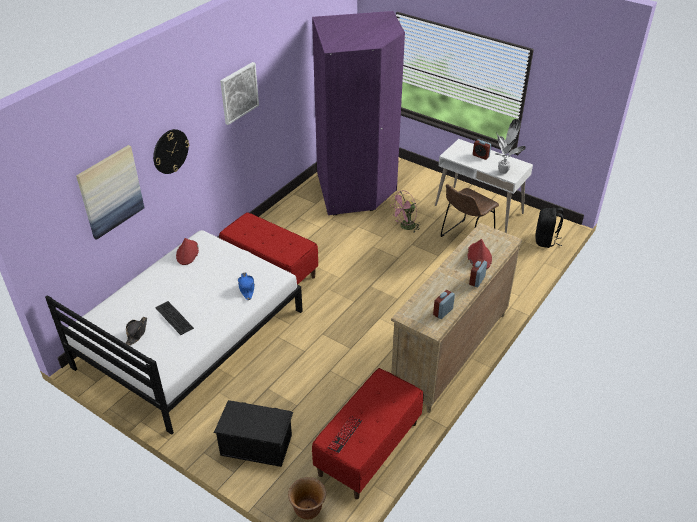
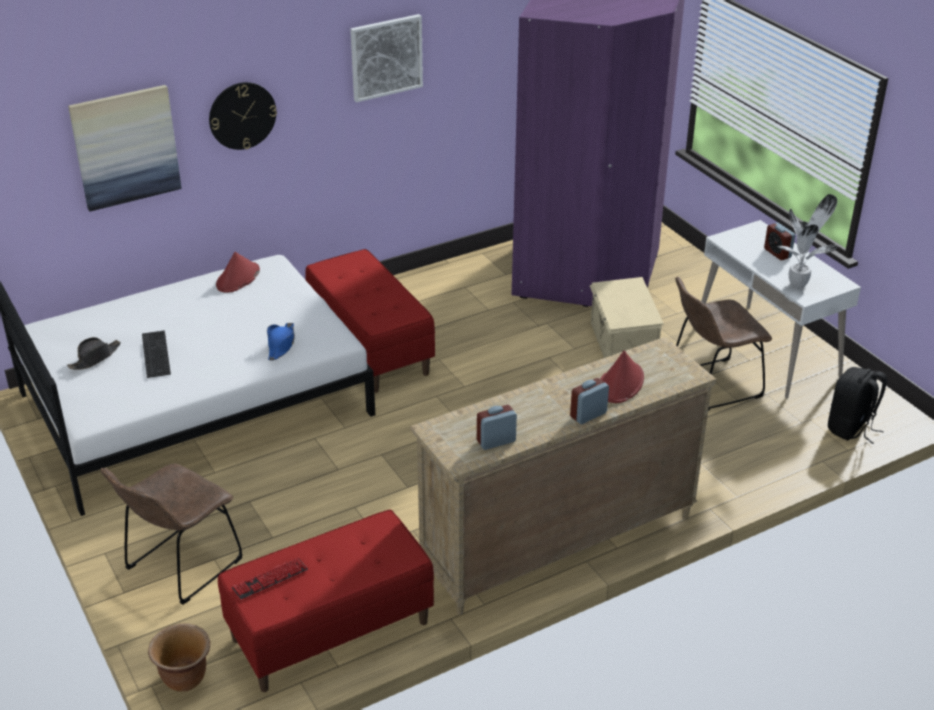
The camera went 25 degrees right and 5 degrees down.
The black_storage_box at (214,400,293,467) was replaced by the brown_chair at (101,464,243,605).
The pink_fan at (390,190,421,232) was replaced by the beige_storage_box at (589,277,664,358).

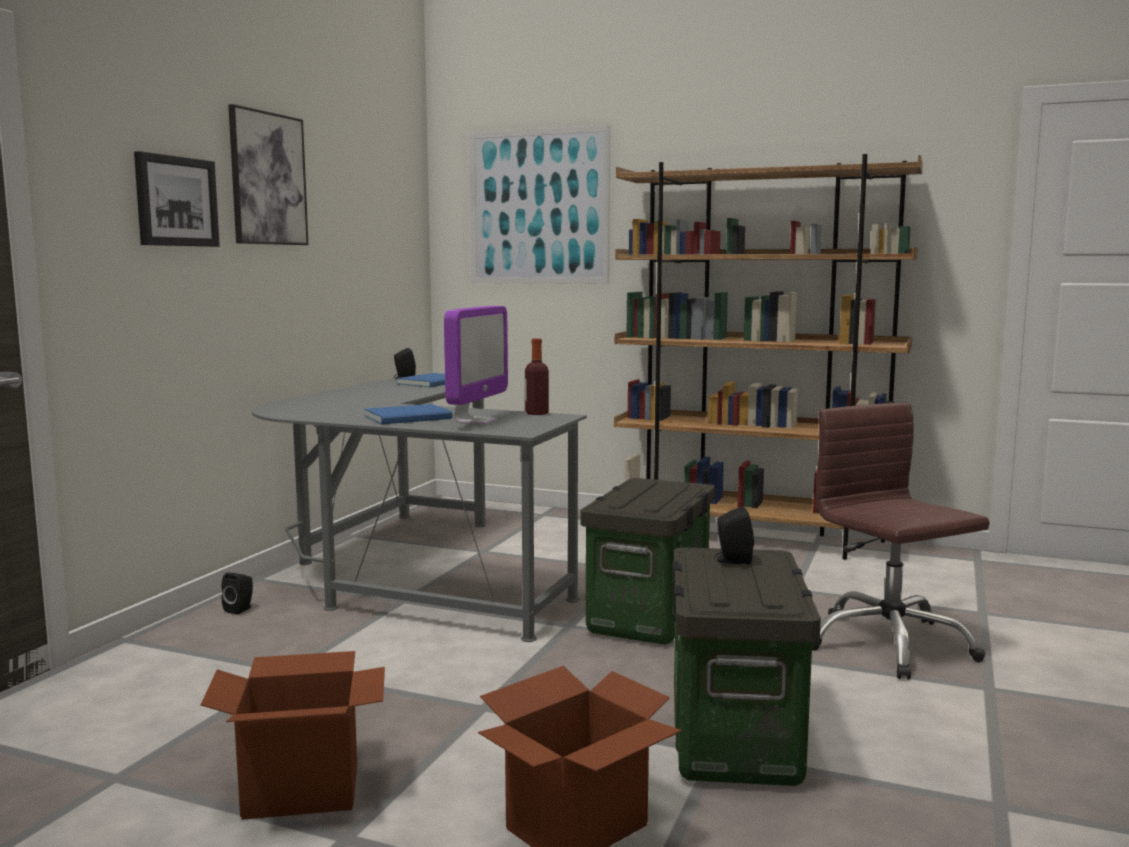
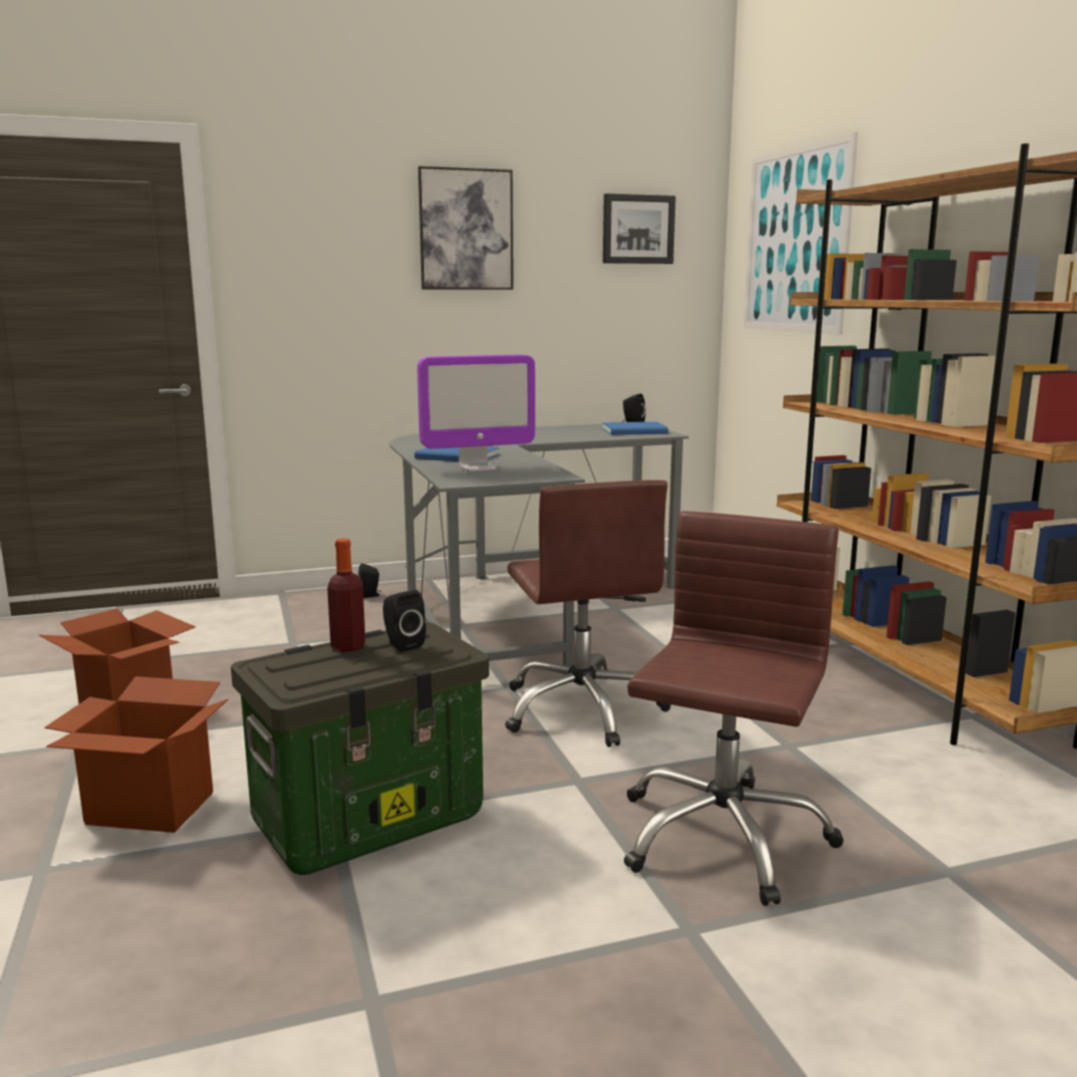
The camera went 50 degrees right and 5 degrees up.
The picture moved from (134,151,220,247) to (603,194,676,264).
The bottle moved from (525,338,549,415) to (327,538,365,652).
The storage_box at (580,478,715,645) was replaced by the brown_office_chair at (505,480,671,747).

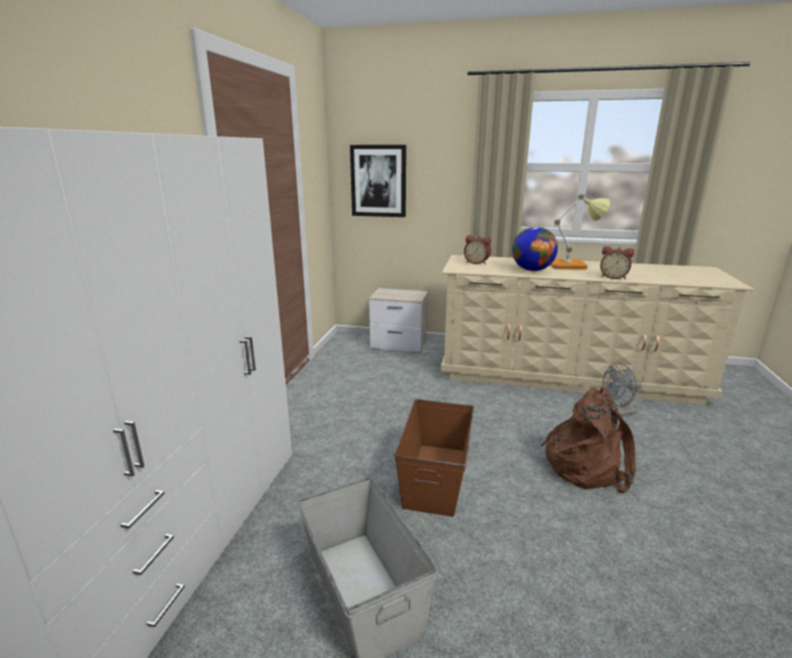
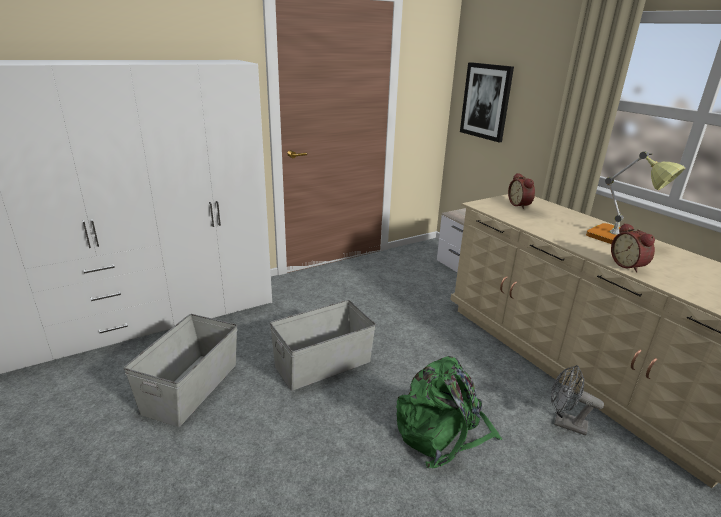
The camera went 45 degrees right and 5 degrees up.
The brown_storage_box at (394,399,474,517) became the grey_storage_box at (270,300,376,391).
The globe at (512,227,558,271) disappeared.
The brown_backpack at (540,387,636,493) became the green_backpack at (396,356,502,468).

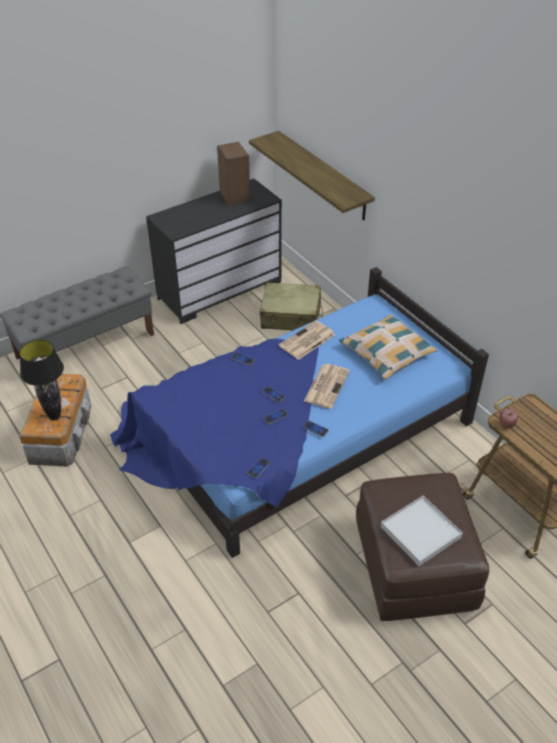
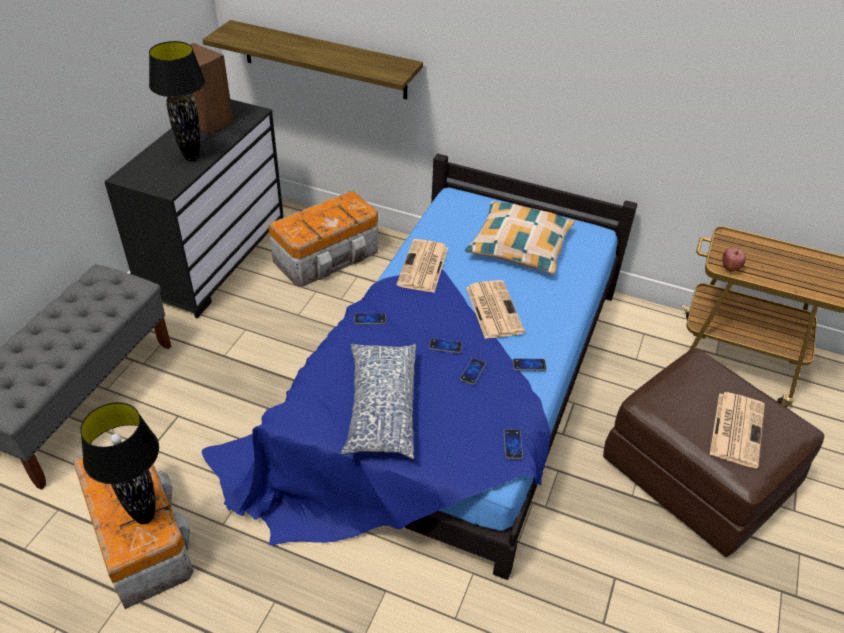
The camera went 35 degrees left and 0 degrees up.
The beige_suitcase at (260,283,323,330) was replaced by the storage_box at (268,190,378,287).
The white_tray at (381,495,462,566) was replaced by the newspaper at (710,392,765,468).
The black_table_lamp at (149,41,205,161) appeared.
The pillow at (341,344,416,459) appeared.

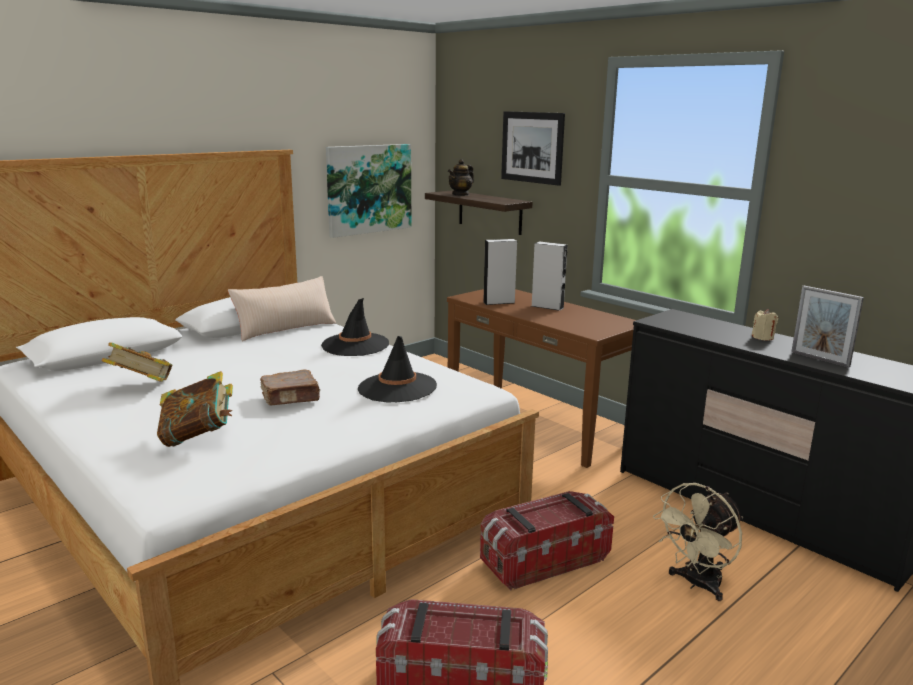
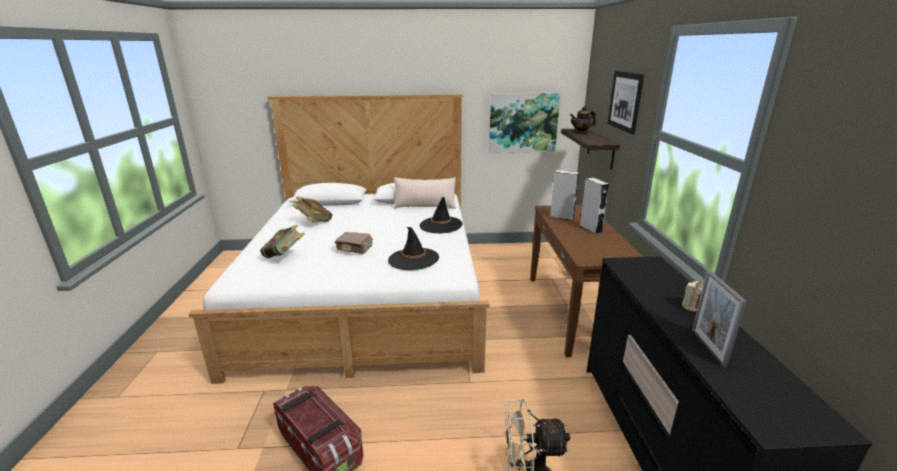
The camera went 40 degrees right and 5 degrees up.
The storage_box at (480,491,614,590) disappeared.

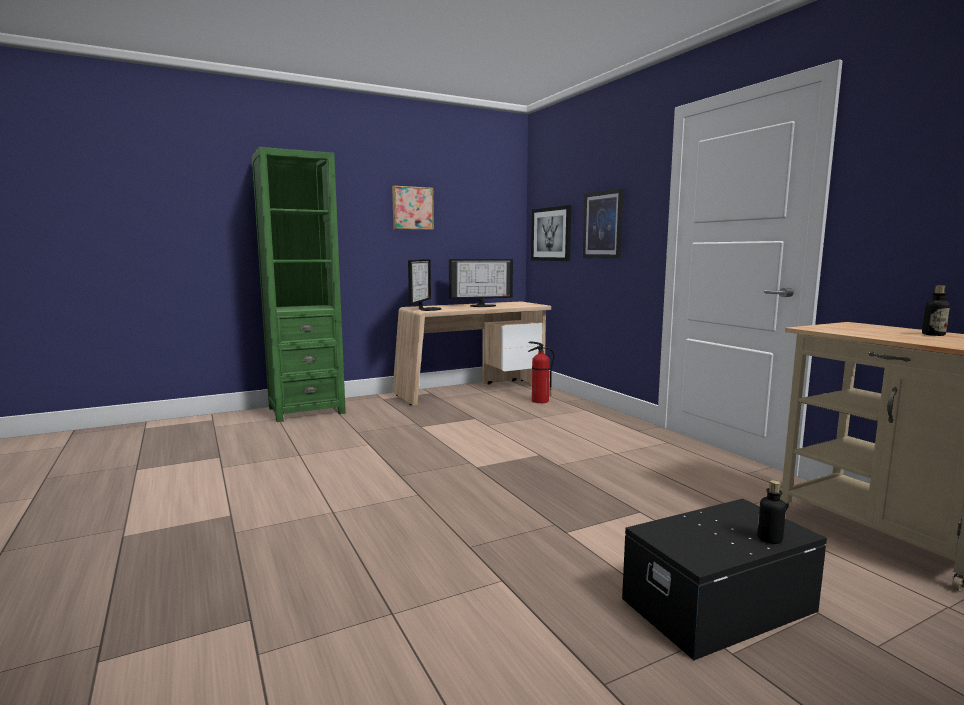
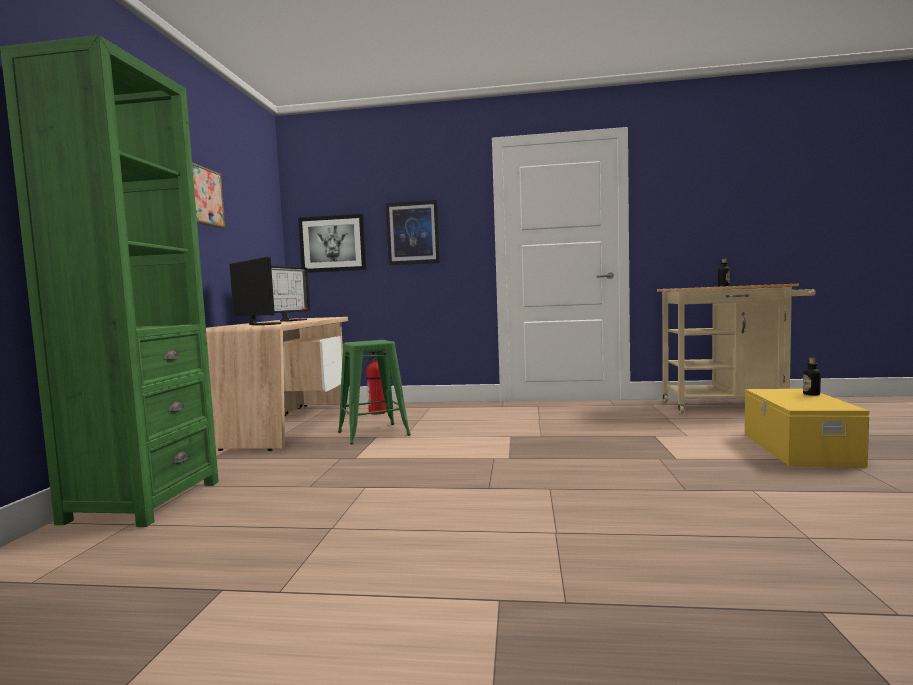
The camera went 55 degrees left and 5 degrees down.
The black_storage_box at (622,499,827,660) became the yellow_storage_box at (745,389,869,468).
The green_stool at (338,340,411,445) appeared.

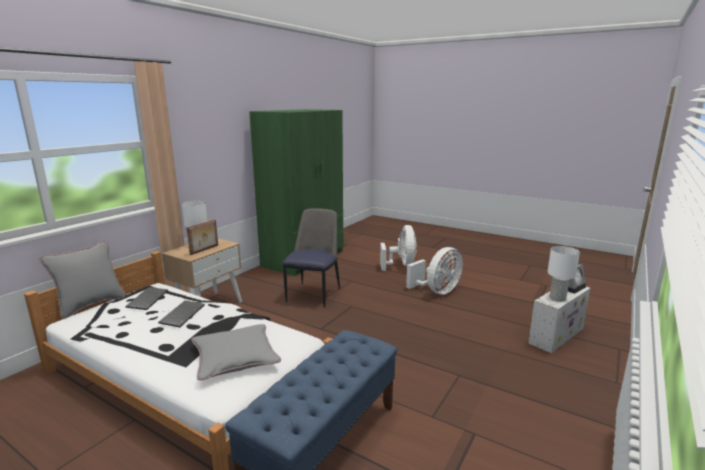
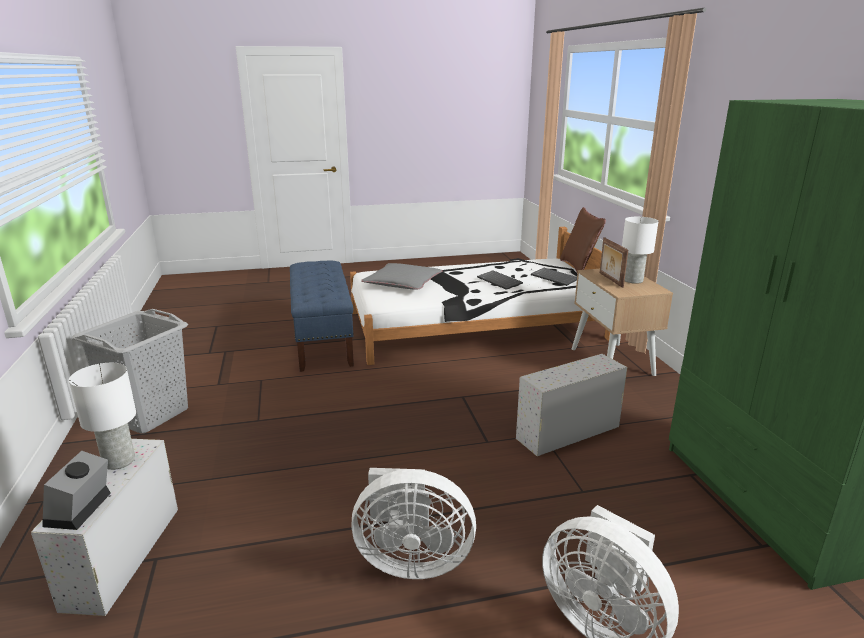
The camera went 135 degrees right and 5 degrees up.
The grey_pillow at (40,241,126,319) became the brown_pillow at (560,207,606,274).
The chair at (283,208,340,308) was replaced by the white_storage_box at (516,354,627,457).
The white_fan at (406,247,463,295) turned 90 degrees counterclockwise.
The grey_laundry_basket at (72,309,188,433) appeared.

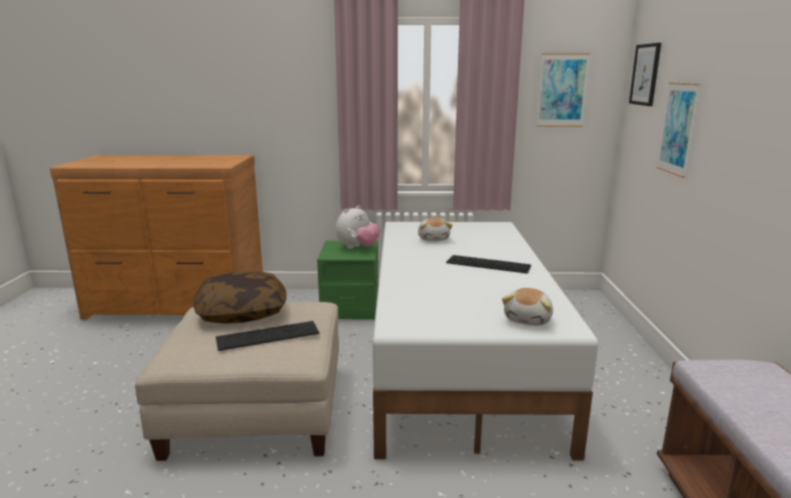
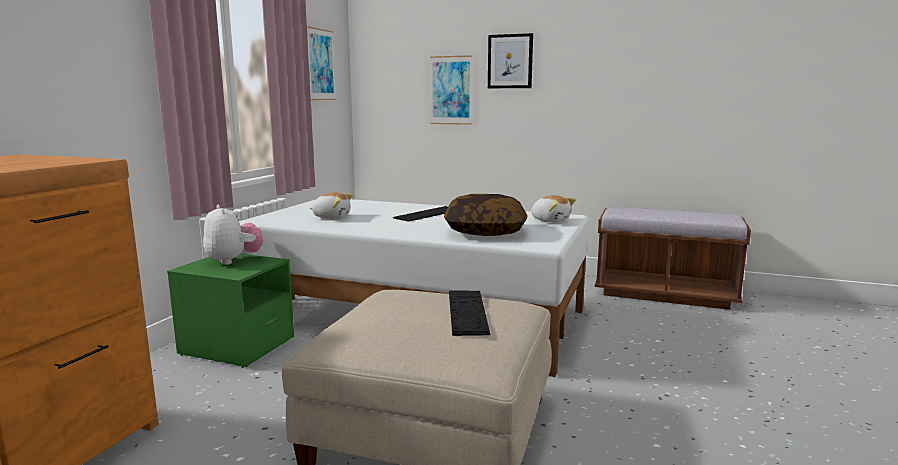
The camera went 70 degrees left and 5 degrees down.
The pillow moved from (193,271,287,324) to (444,194,527,236).
The picture moved from (629,43,661,106) to (488,33,533,88).

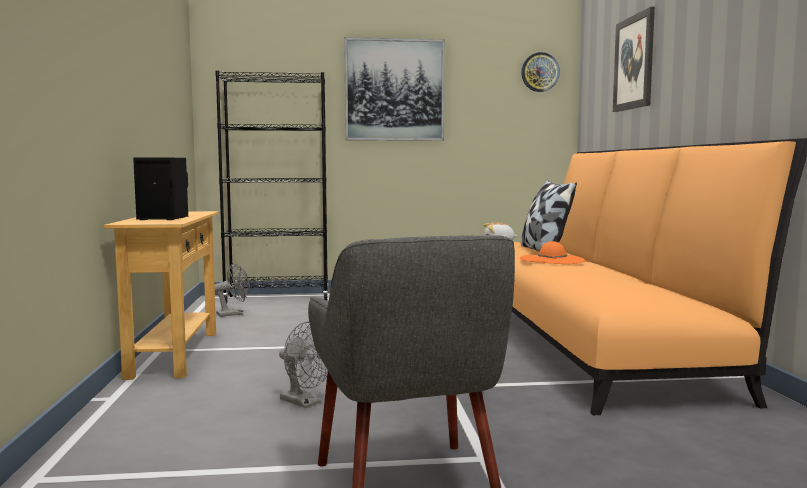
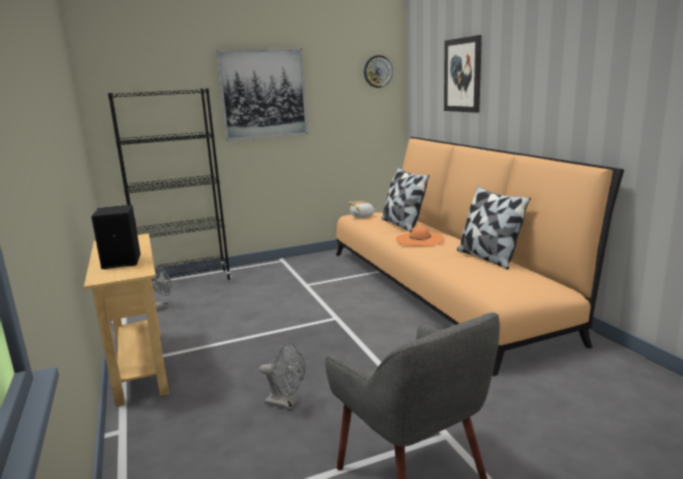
The camera went 15 degrees left and 10 degrees up.
The pillow at (457,186,531,270) appeared.

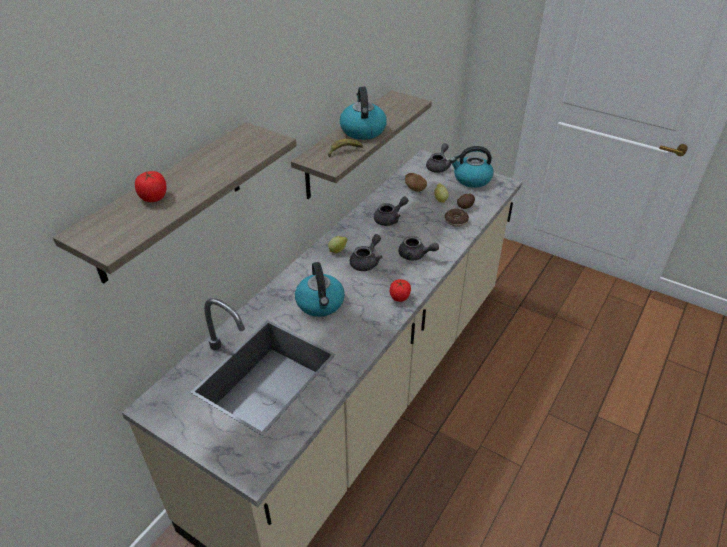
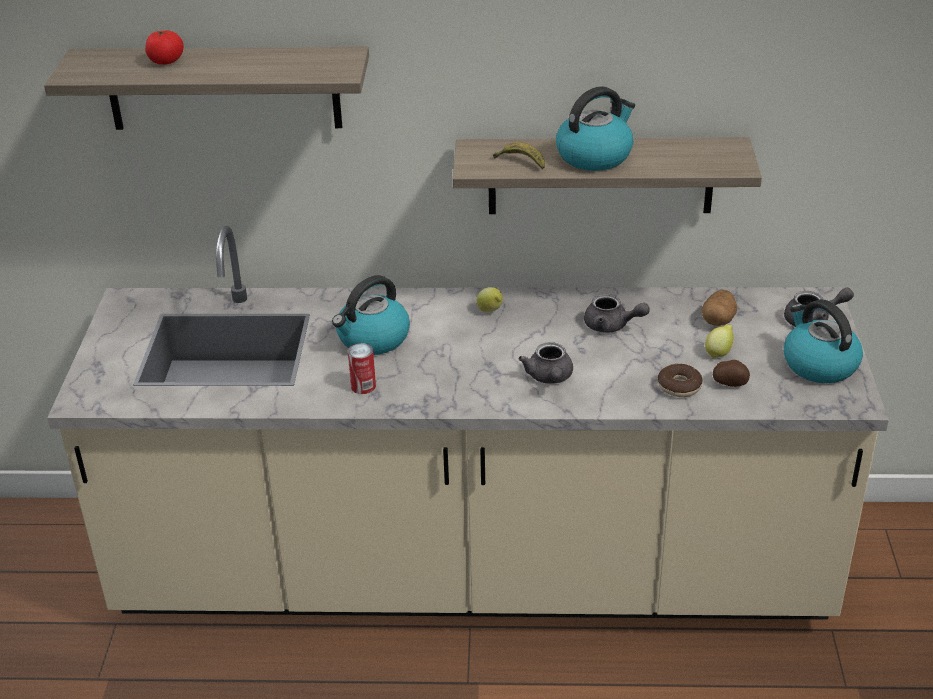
The camera went 60 degrees right and 5 degrees down.
The grey_teapot at (350,234,382,271) disappeared.
The tomato at (390,279,411,302) disappeared.
The can at (348,343,376,394) appeared.

